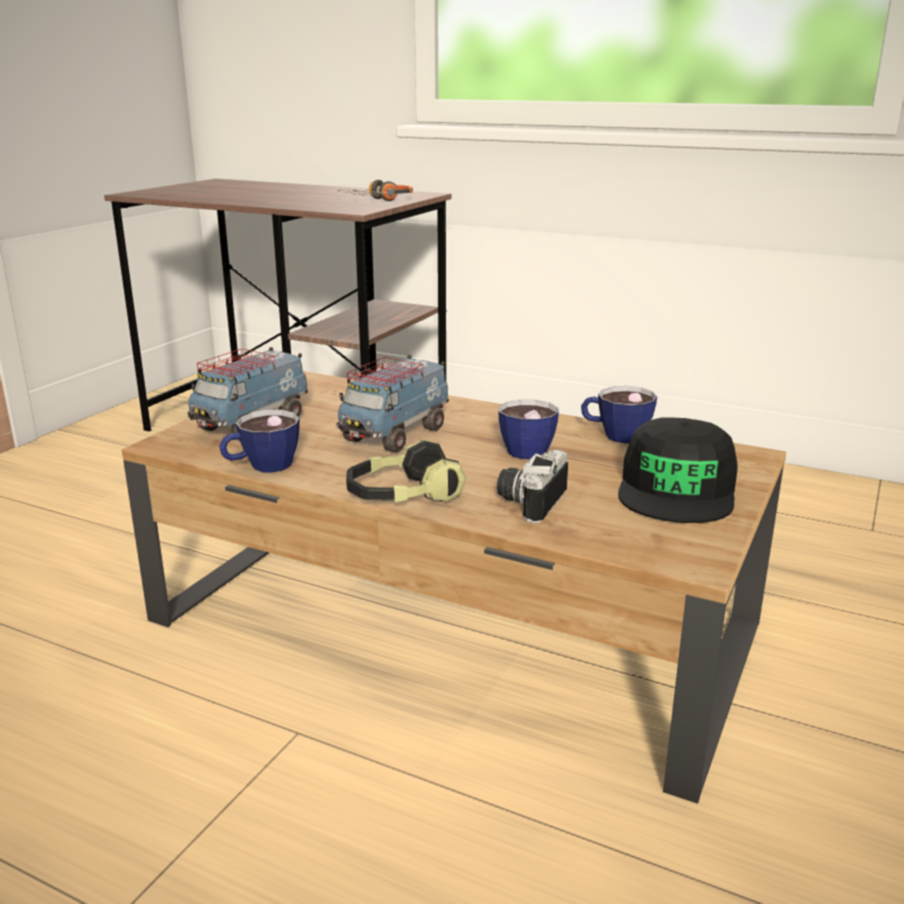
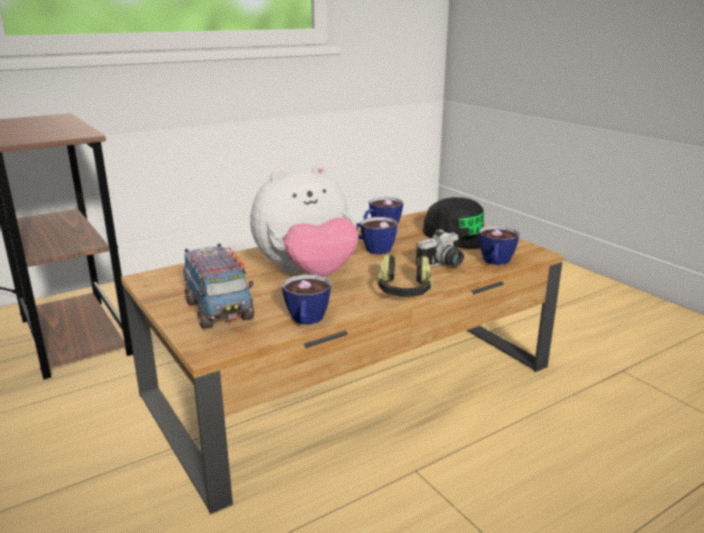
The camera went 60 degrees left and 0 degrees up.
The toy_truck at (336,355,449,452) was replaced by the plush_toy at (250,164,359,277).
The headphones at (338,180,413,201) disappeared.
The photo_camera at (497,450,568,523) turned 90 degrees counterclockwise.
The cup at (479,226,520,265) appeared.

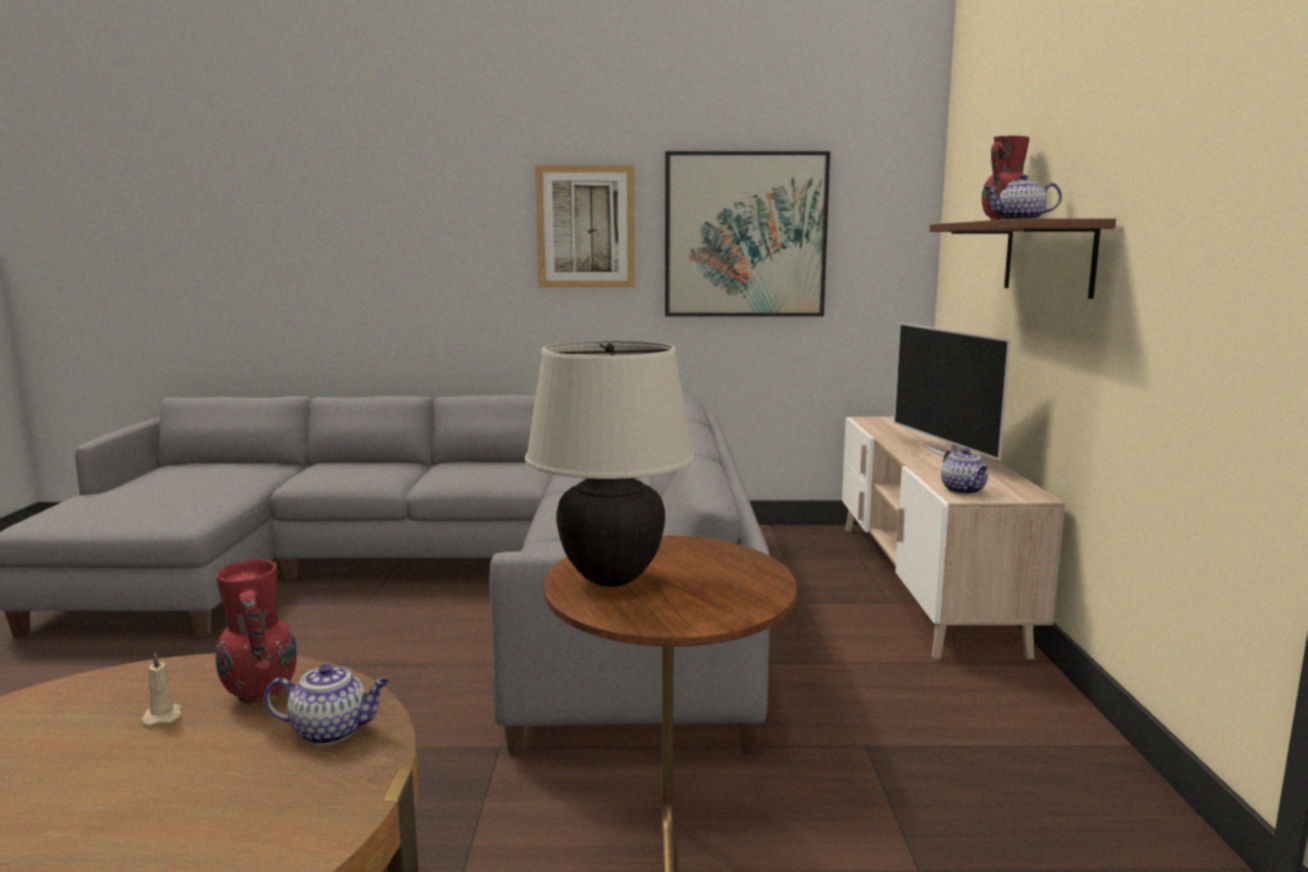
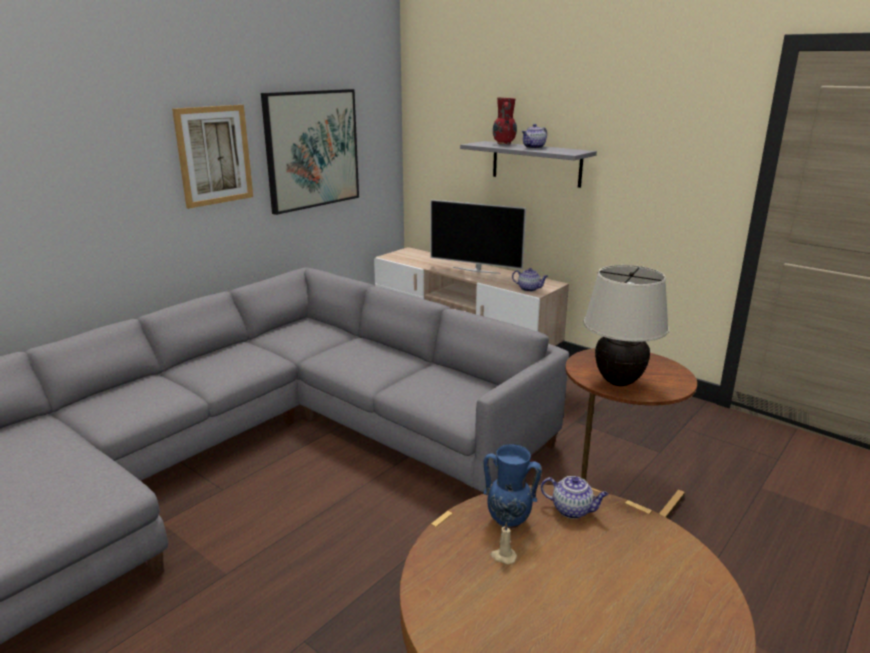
The camera went 50 degrees left and 10 degrees up.
The red_vase at (216,559,297,705) became the blue_vase at (483,444,542,529).
The teapot at (264,664,389,745) turned 75 degrees clockwise.
The brown_shelf at (930,218,1116,299) became the grey_shelf at (460,141,597,188).

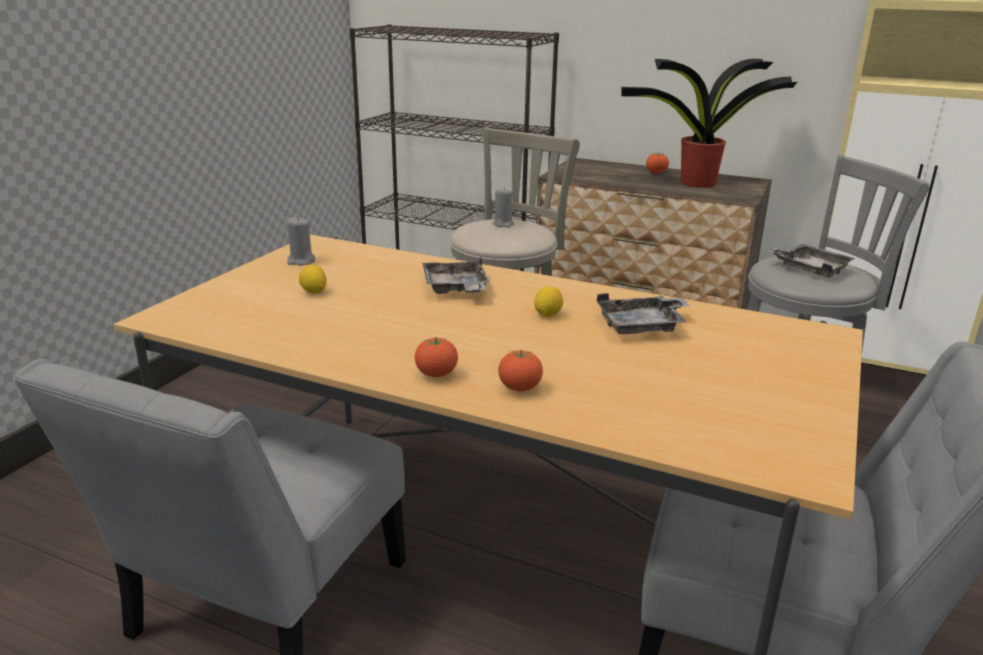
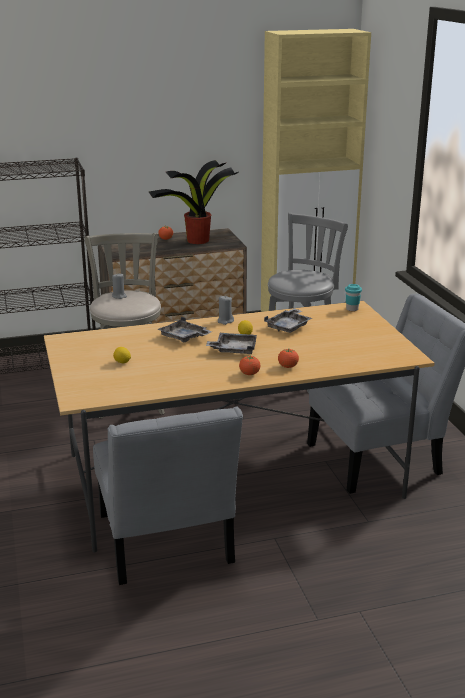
The camera went 40 degrees left and 0 degrees up.
The grey_candle moved from (287,216,315,265) to (218,295,234,325).
The grey_tray moved from (768,244,855,278) to (206,333,257,354).
The turquoise_cup at (345,284,362,311) appeared.

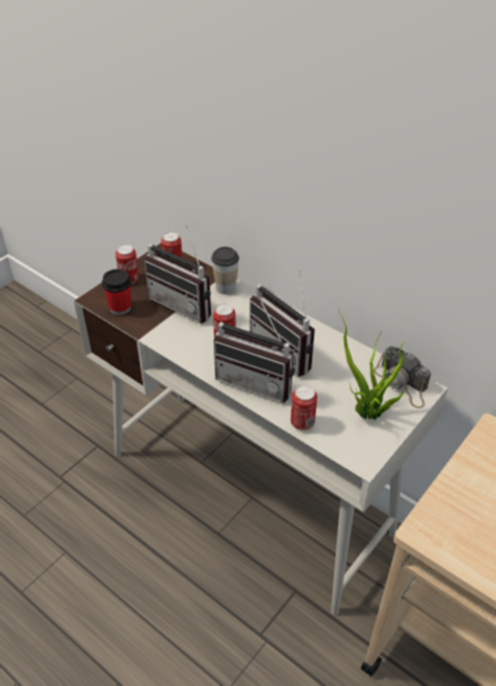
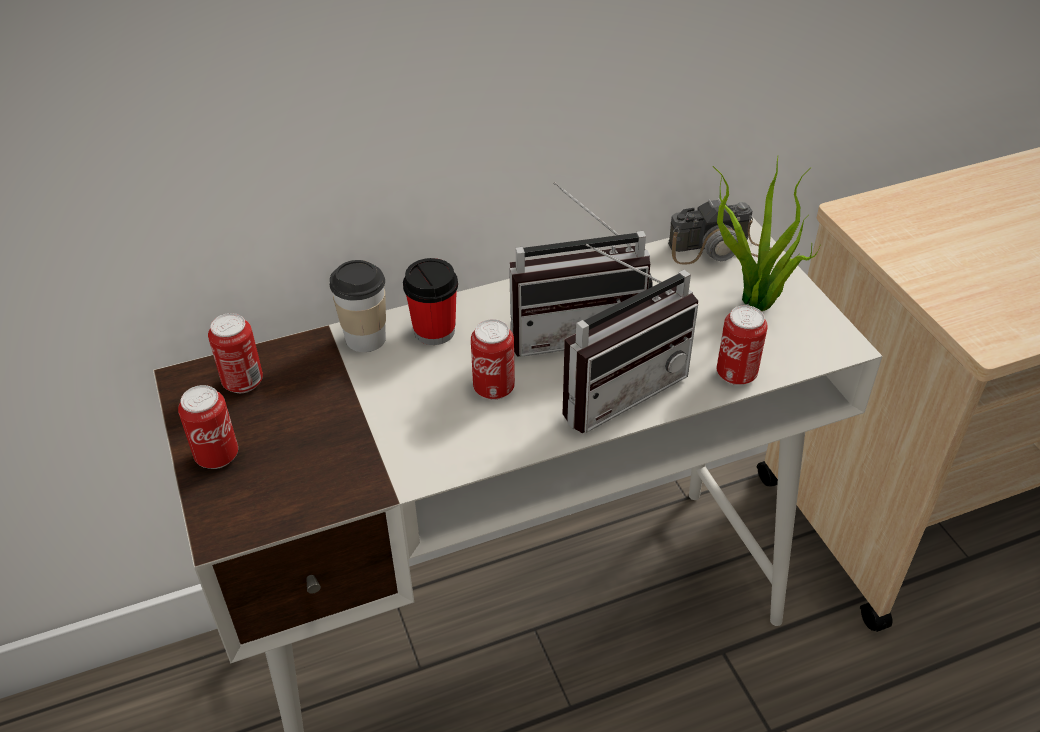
The camera went 60 degrees left and 0 degrees up.
The cup moved from (102,269,131,315) to (403,258,458,345).
The radio at (144,225,211,324) disappeared.

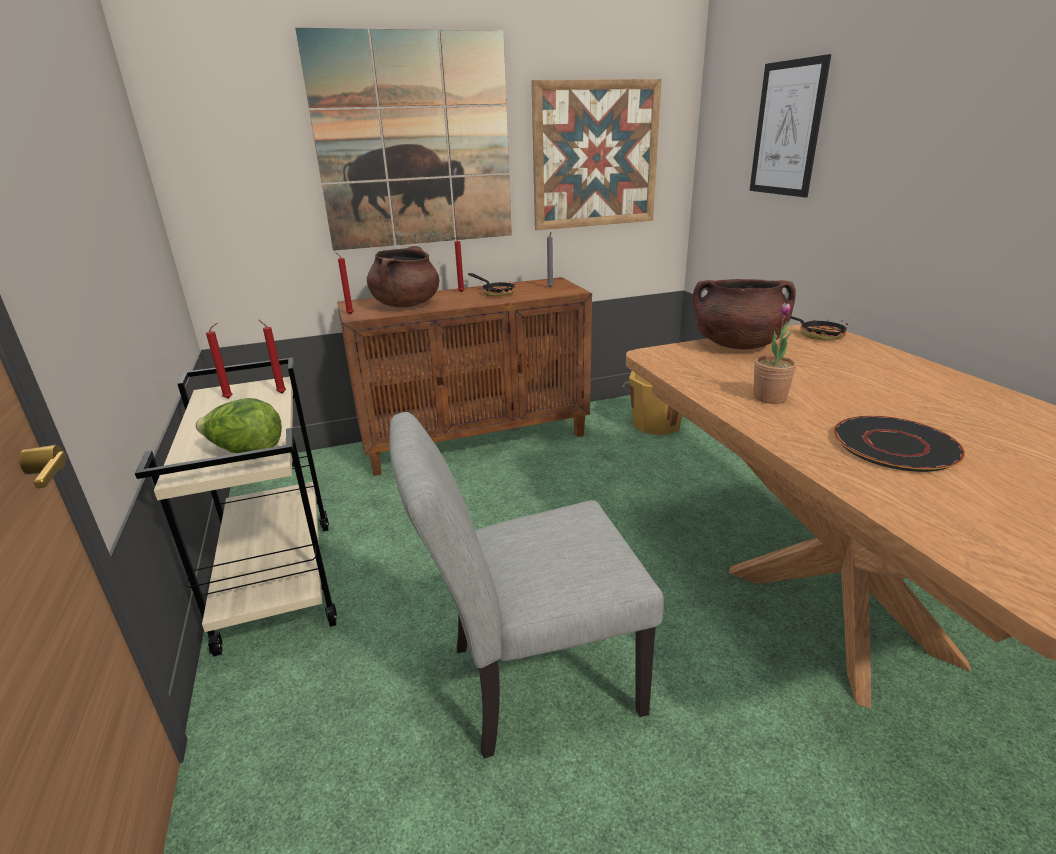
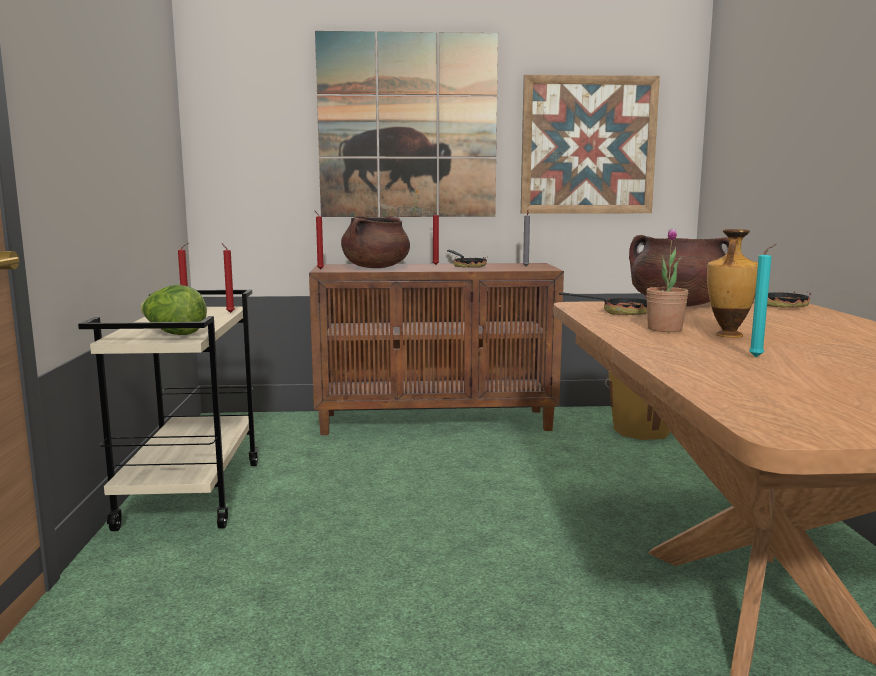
The camera went 15 degrees right and 15 degrees down.
The grey_chair at (390,412,664,759) disappeared.
The picture at (749,54,831,197) disappeared.
The black_plate at (833,416,965,472) was replaced by the turquoise_candle at (749,244,777,357).
The frying_pan at (559,292,647,315) appeared.
The vase at (707,229,758,338) appeared.

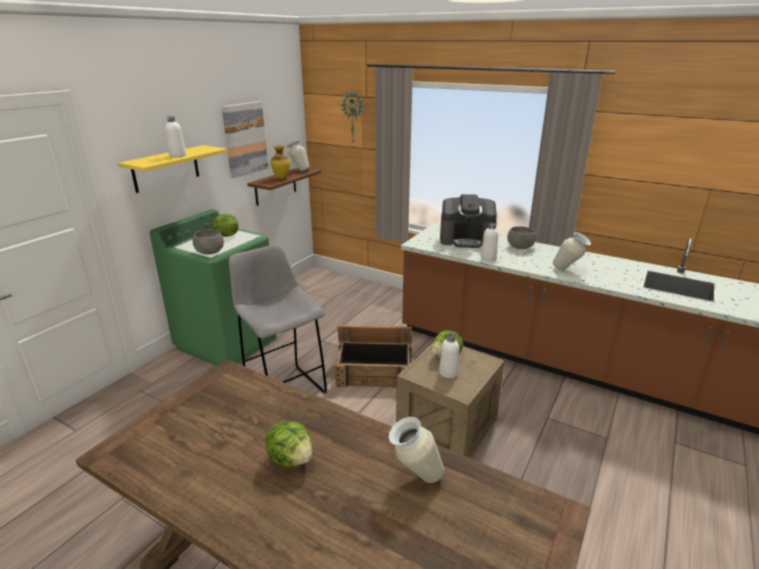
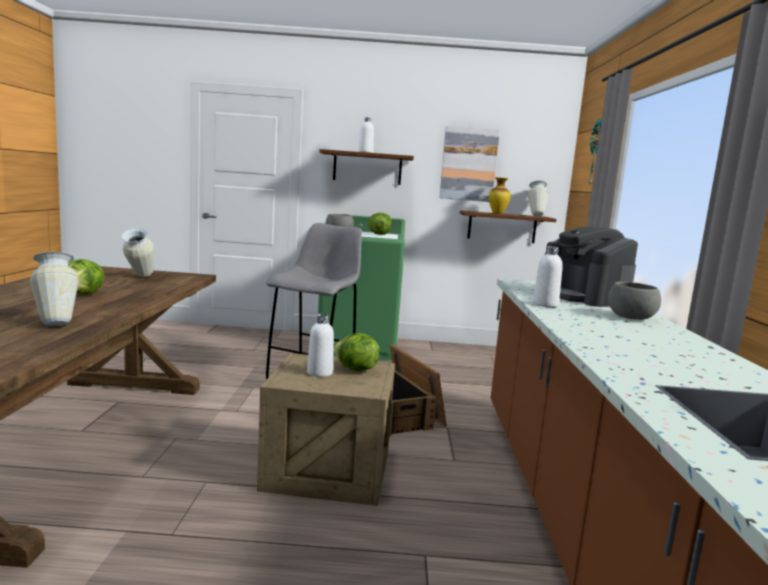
The camera went 60 degrees right and 15 degrees down.
The yellow_shelf at (118,145,228,193) became the brown_shelf at (320,149,414,185).
The vase moved from (553,232,591,270) to (121,228,154,277).

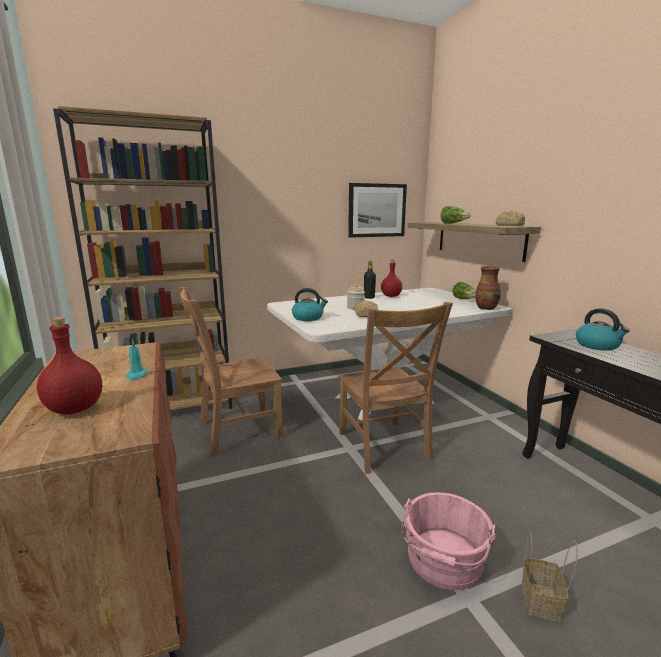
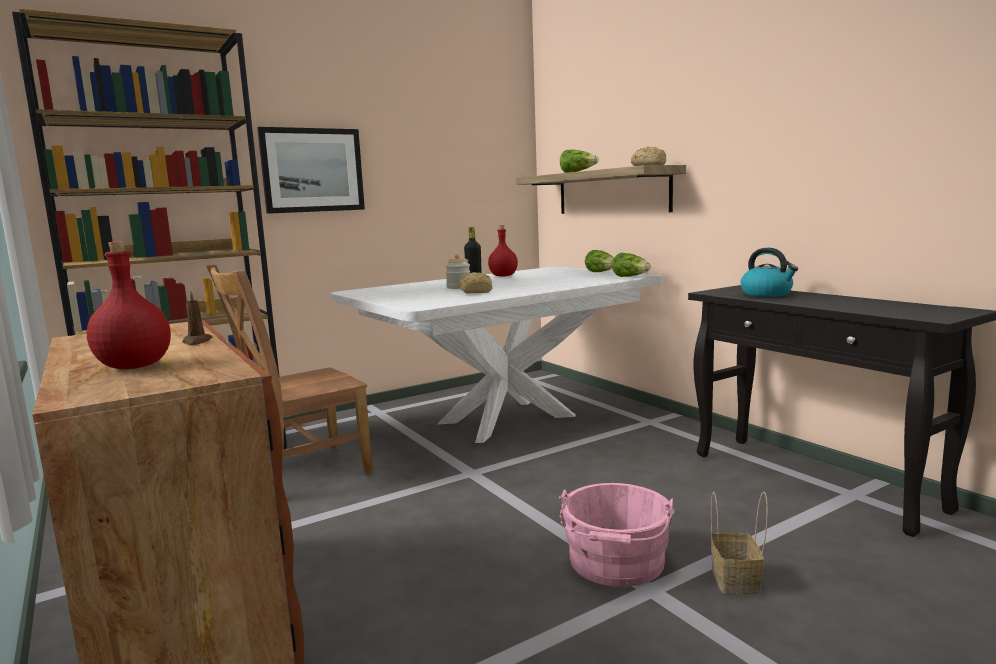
The camera went 10 degrees left and 5 degrees down.
The turquoise_candle at (126,338,149,380) became the brown_candle at (183,290,212,345).
The kettle at (292,288,328,321) disappeared.
The brown_chair at (338,302,453,473) disappeared.
The picture moved from (348,183,407,238) to (257,127,365,214).
The vase at (475,266,501,310) was replaced by the lettuce at (612,253,651,277).

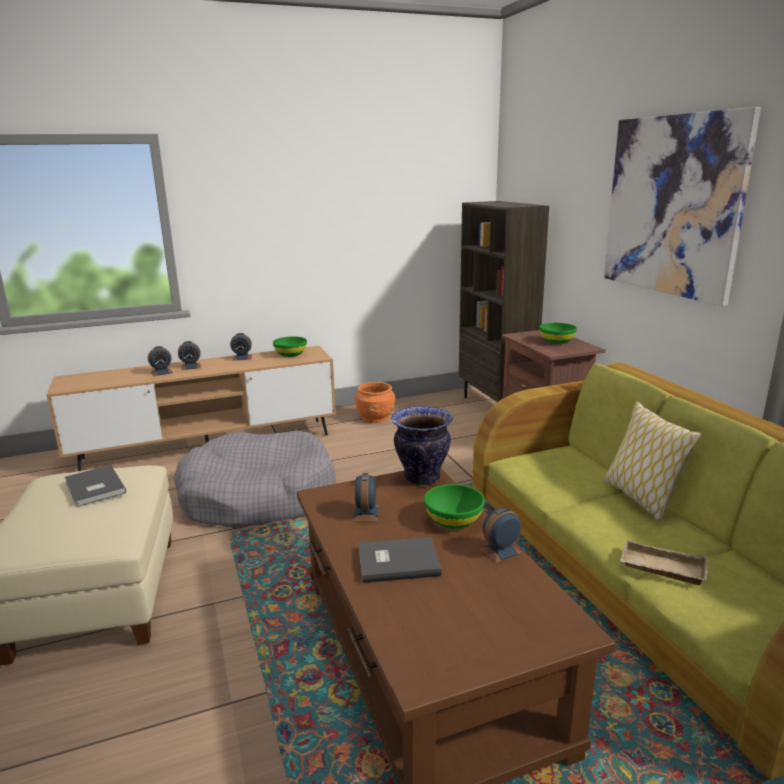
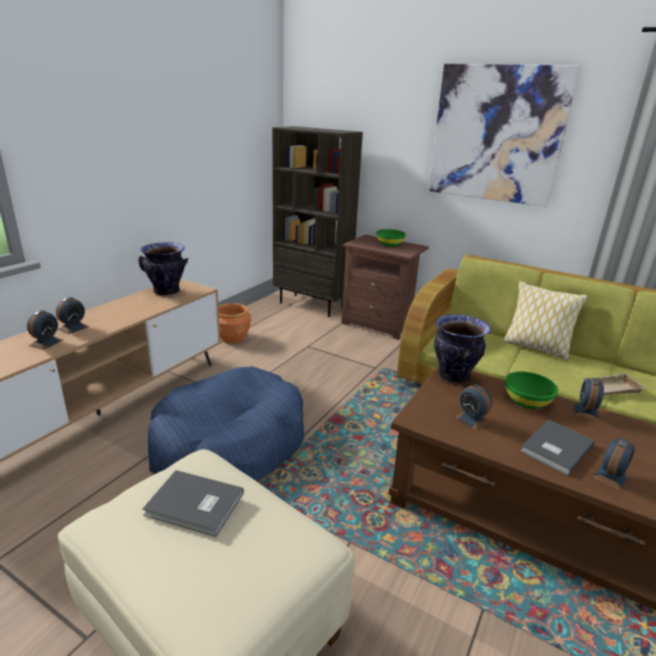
The camera went 40 degrees left and 5 degrees up.
The grey_dog_bed at (174,430,336,528) became the blue_dog_bed at (148,366,304,481).
The alarm_clock moved from (230,333,252,361) to (593,438,635,492).
The green_bowl at (273,336,307,357) was replaced by the vase at (138,242,188,296).

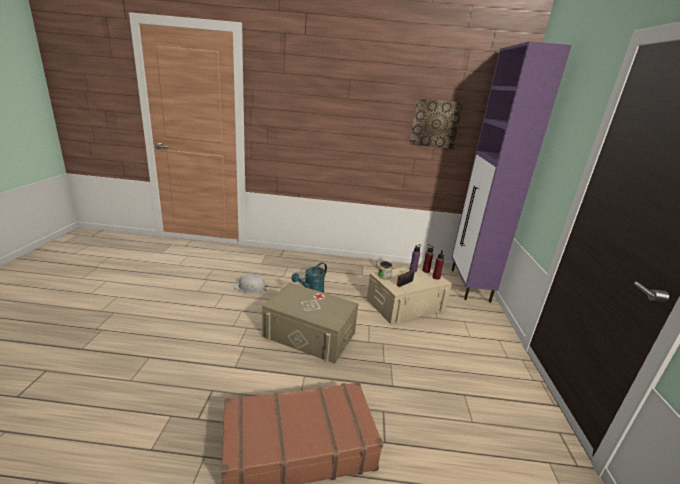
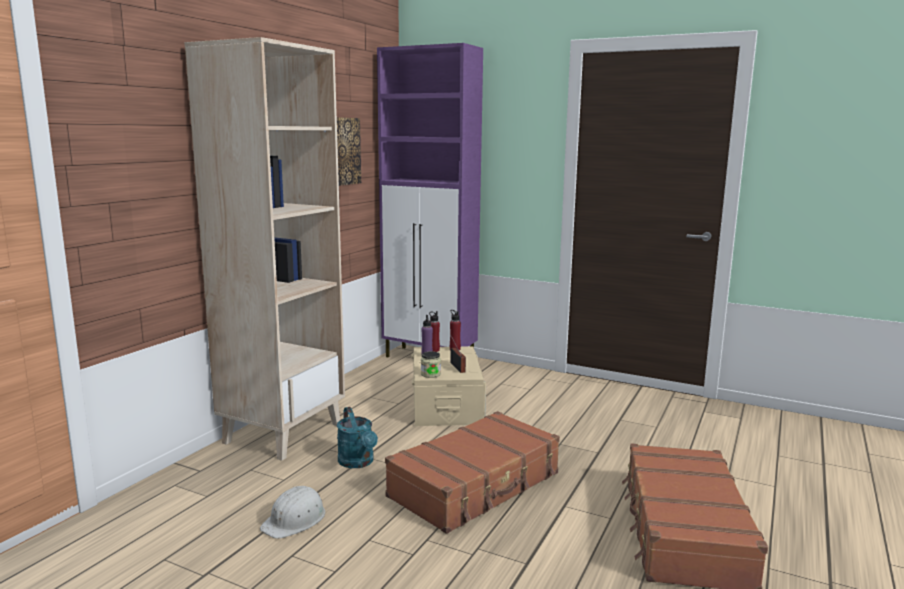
The camera went 65 degrees left and 10 degrees down.
The beige_storage_box at (262,283,359,364) was replaced by the brown_suitcase at (385,411,560,534).
The beige_bookcase at (184,37,345,461) appeared.

